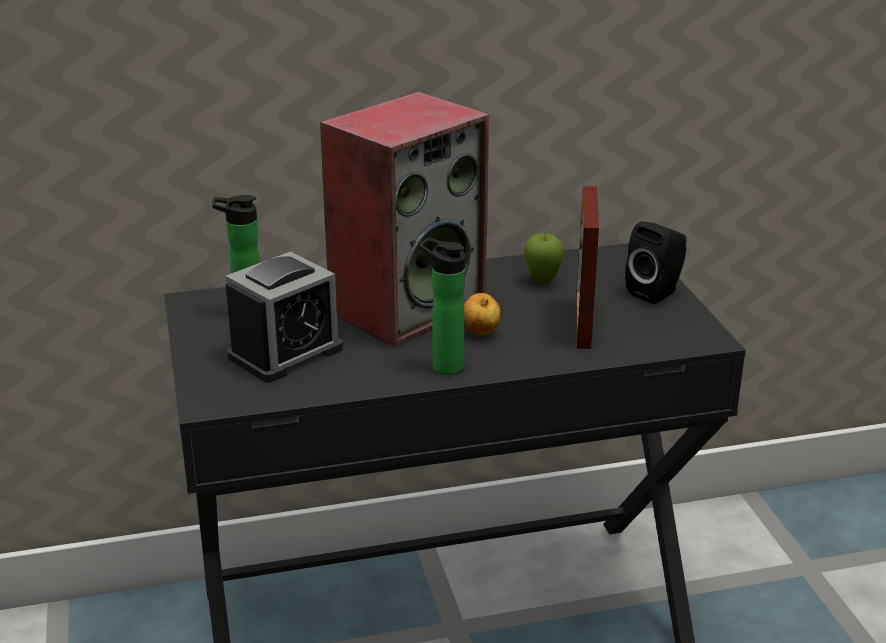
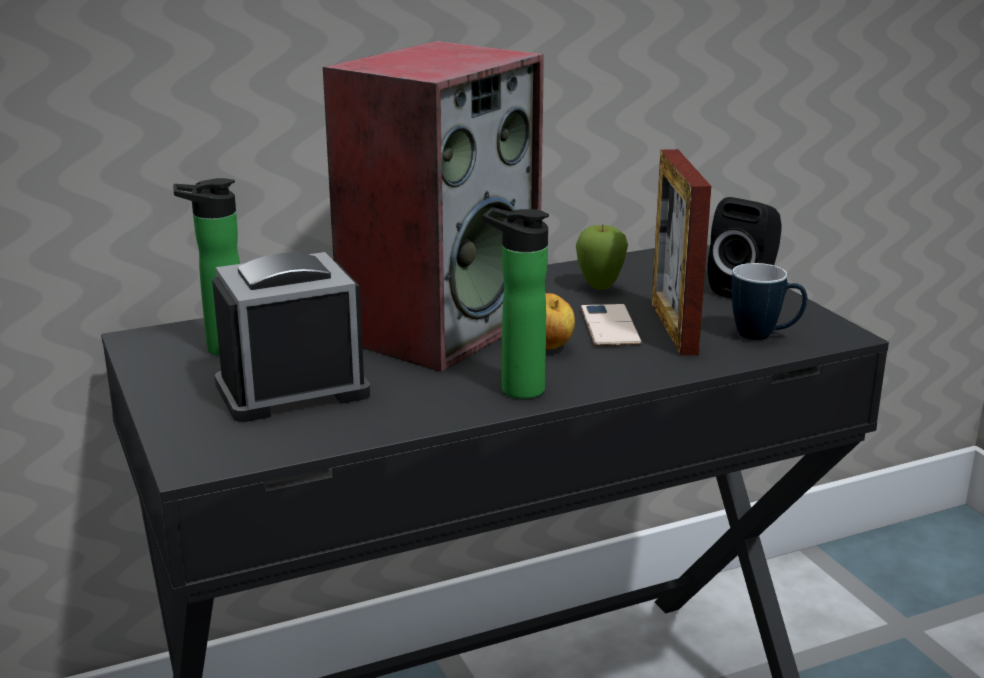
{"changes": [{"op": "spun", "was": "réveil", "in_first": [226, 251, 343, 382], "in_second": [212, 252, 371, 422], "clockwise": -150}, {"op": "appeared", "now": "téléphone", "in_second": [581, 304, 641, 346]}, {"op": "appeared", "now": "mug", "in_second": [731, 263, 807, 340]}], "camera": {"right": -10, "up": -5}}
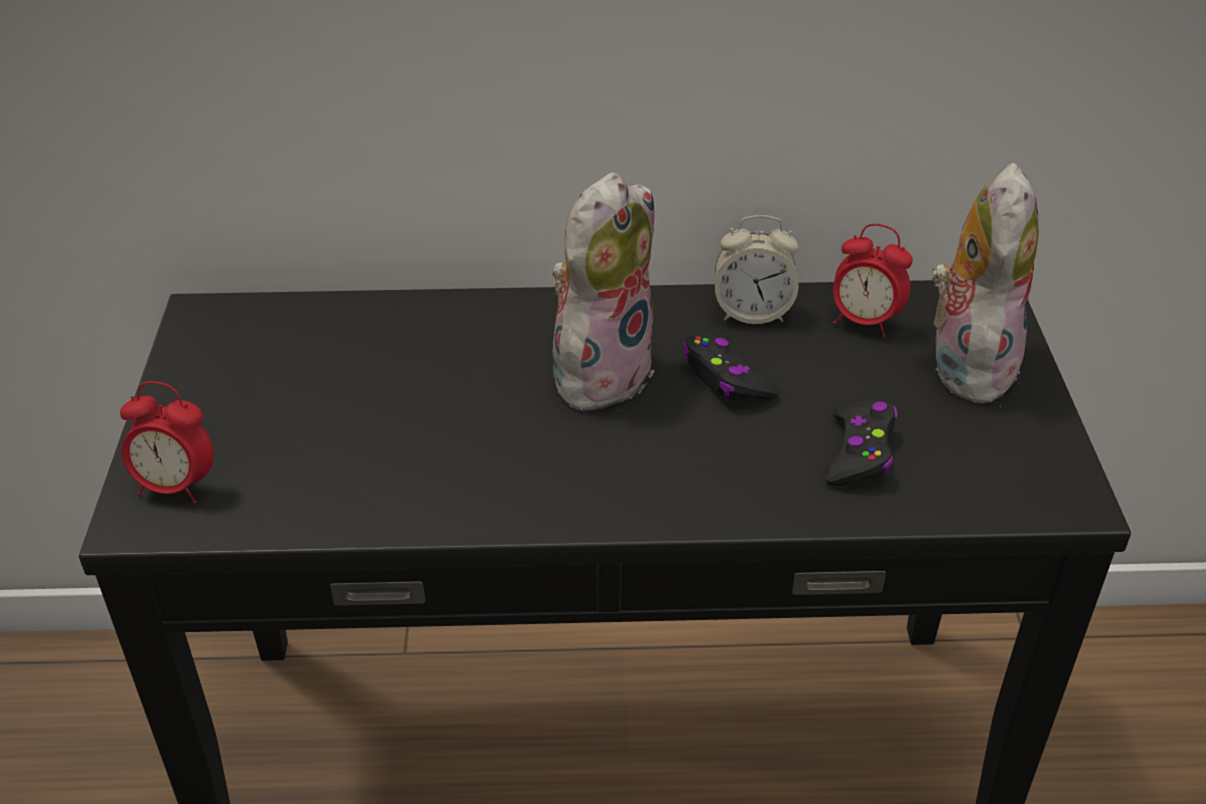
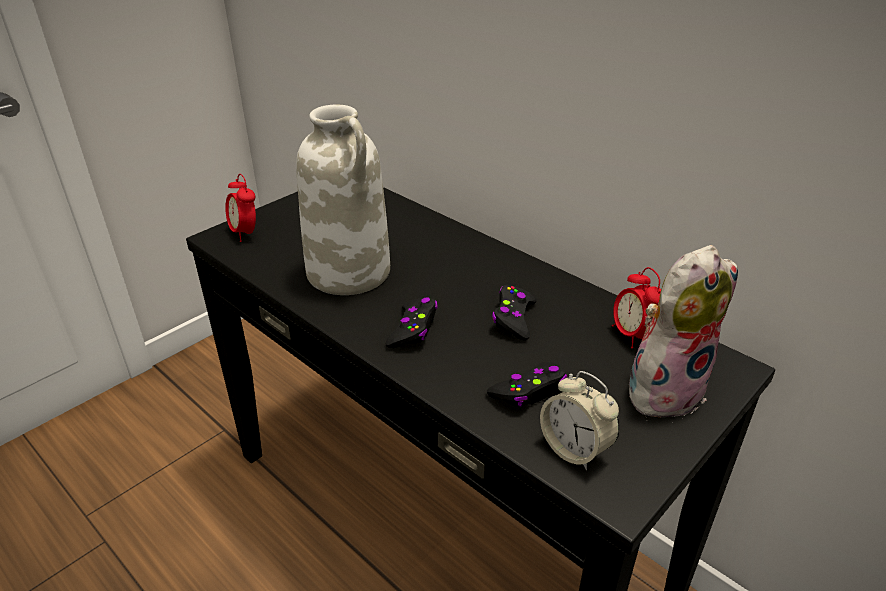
{"changes": [{"op": "missing", "was": "peluche", "in_first": [552, 172, 655, 411]}, {"op": "relocated", "was": "réveil", "in_first": [715, 215, 799, 324], "in_second": [540, 371, 620, 470]}, {"op": "appeared", "now": "vase/blanc", "in_second": [296, 105, 390, 295]}, {"op": "appeared", "now": "manette/noir", "in_second": [386, 298, 438, 348]}], "camera": {"right": 45, "up": -5}}
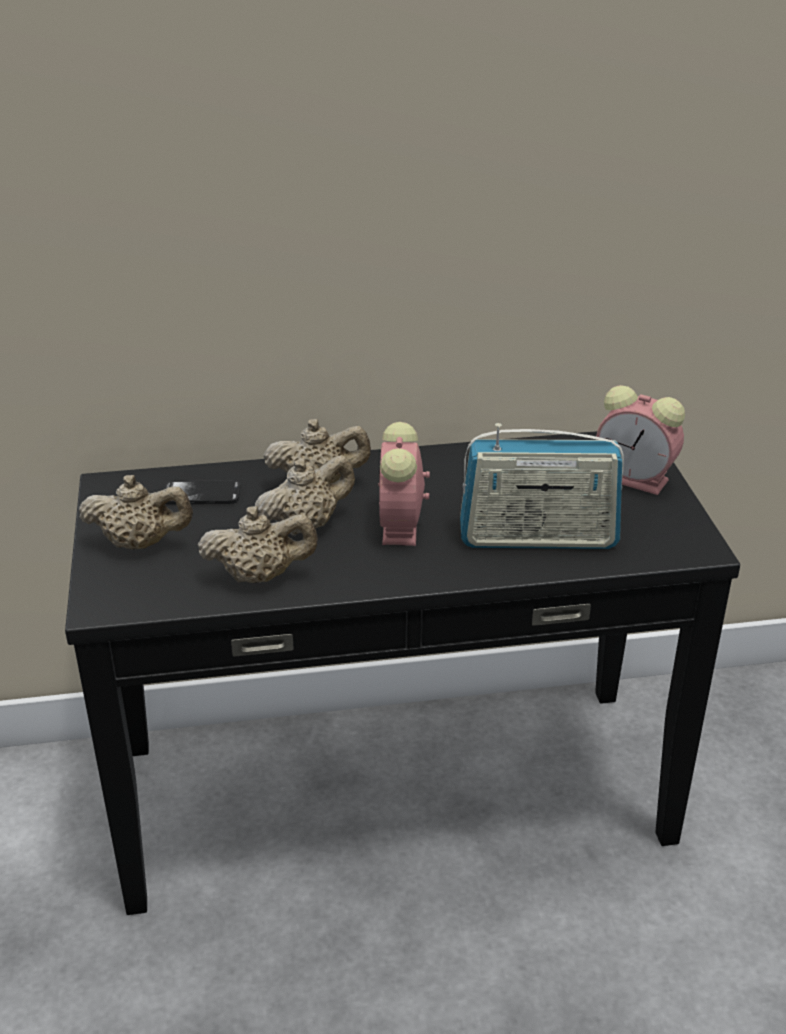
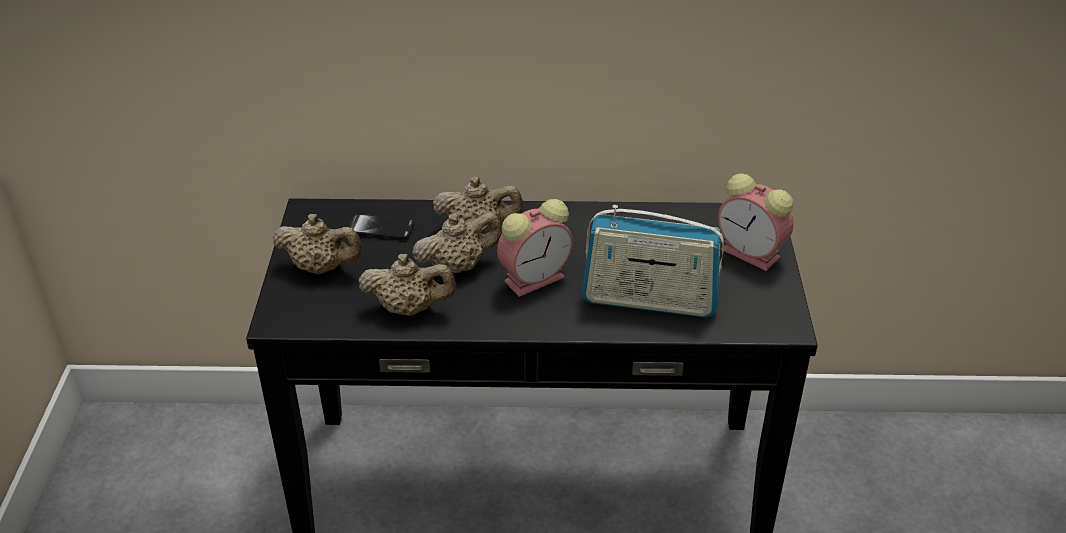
{"changes": [{"op": "spun", "was": "réveil", "in_first": [378, 422, 430, 546], "in_second": [497, 199, 573, 297], "clockwise": -135}], "camera": {"right": 10, "up": 5}}
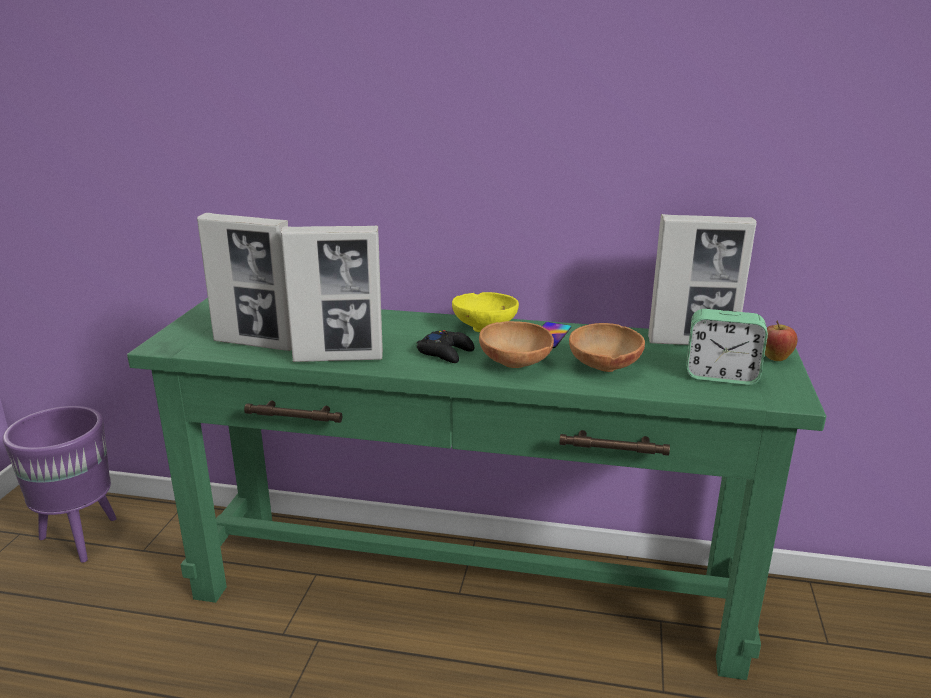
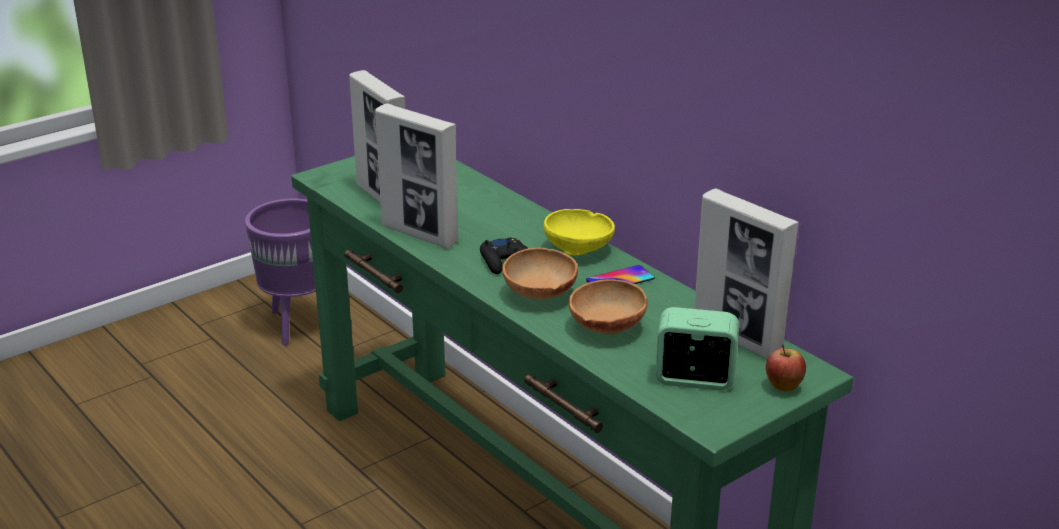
{"changes": [{"op": "spun", "was": "réveil", "in_first": [686, 309, 768, 385], "in_second": [656, 307, 739, 390], "clockwise": 135}], "camera": {"right": 40, "up": 5}}
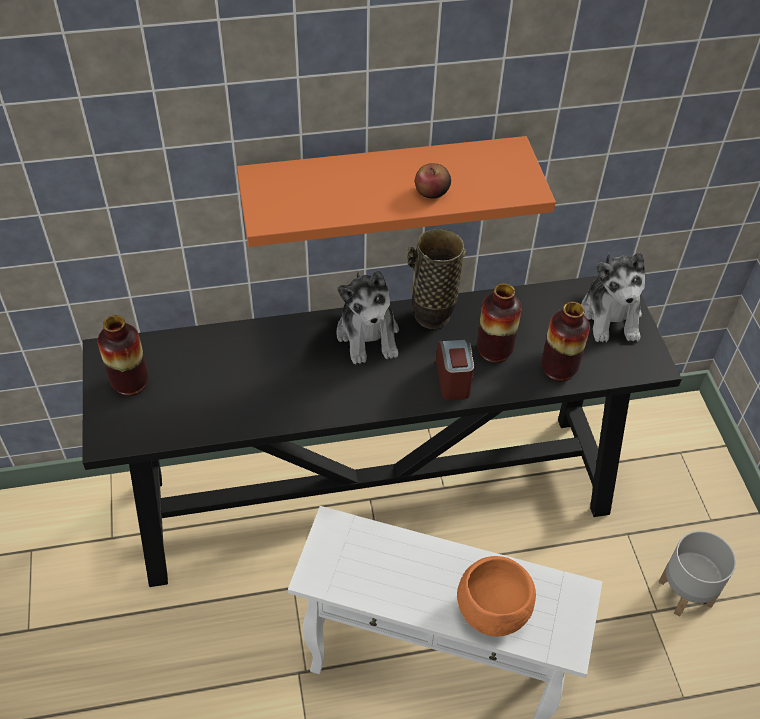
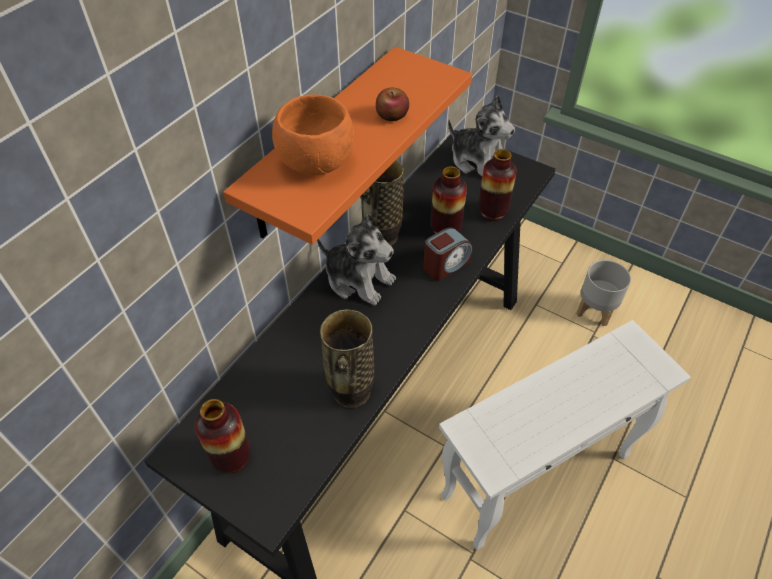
{"changes": [{"op": "spun", "was": "réveil", "in_first": [436, 340, 474, 400], "in_second": [423, 227, 472, 280], "clockwise": 105}, {"op": "relocated", "was": "bol/orange", "in_first": [457, 556, 536, 637], "in_second": [272, 94, 354, 175]}, {"op": "appeared", "now": "vase", "in_second": [320, 309, 374, 408]}], "camera": {"right": -45, "up": 0}}
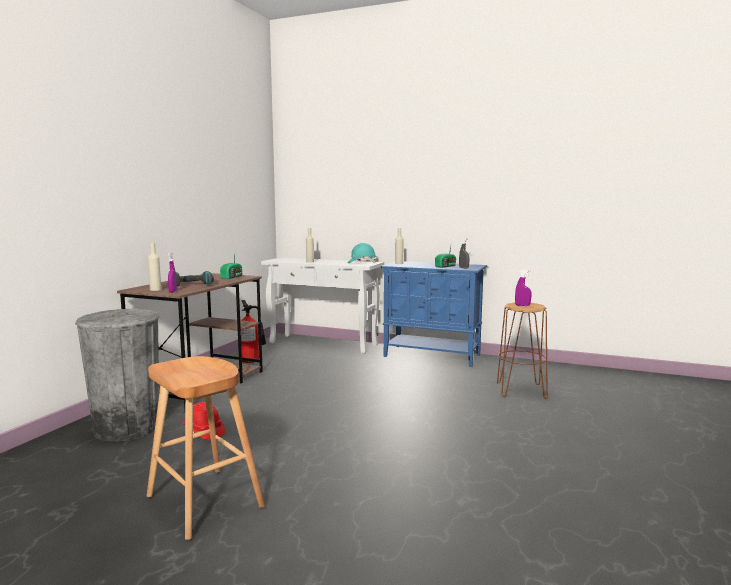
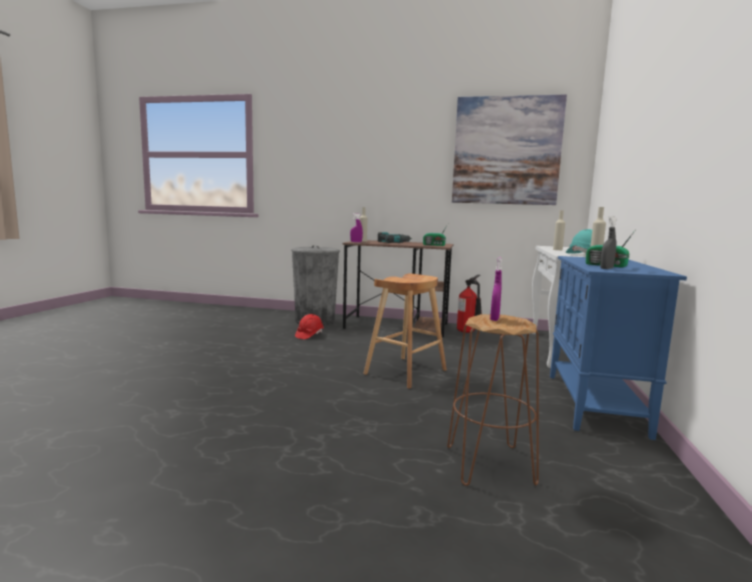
{"changes": [{"op": "relocated", "was": "tabouret/marron", "in_first": [147, 356, 265, 540], "in_second": [363, 274, 447, 389]}, {"op": "appeared", "now": "tableau", "in_second": [452, 95, 567, 205]}], "camera": {"right": 80, "up": 0}}
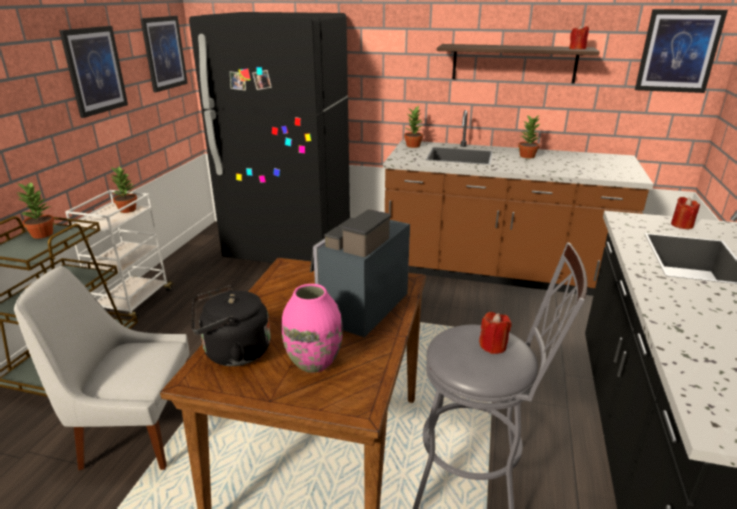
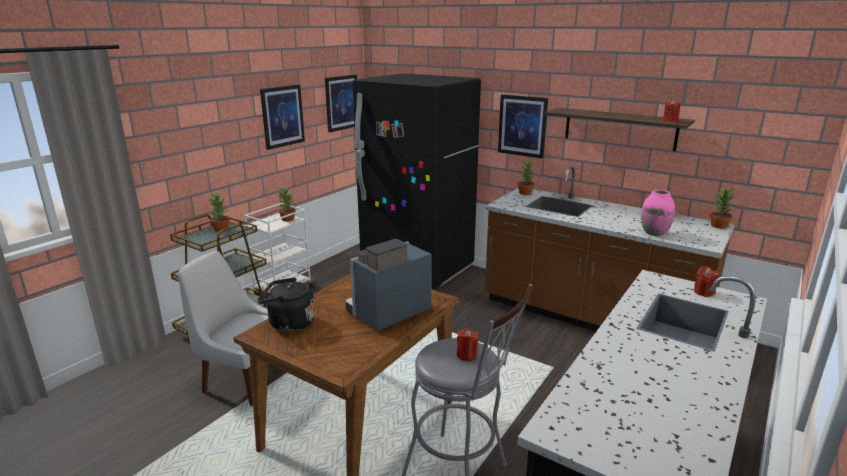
{"changes": [{"op": "relocated", "was": "vase/rose", "in_first": [281, 284, 343, 373], "in_second": [641, 190, 675, 236]}, {"op": "relocated", "was": "plante en pot", "in_first": [518, 115, 540, 158], "in_second": [710, 187, 735, 229]}, {"op": "relocated", "was": "tableau", "in_first": [635, 9, 728, 93], "in_second": [498, 94, 548, 158]}], "camera": {"right": 20, "up": -5}}
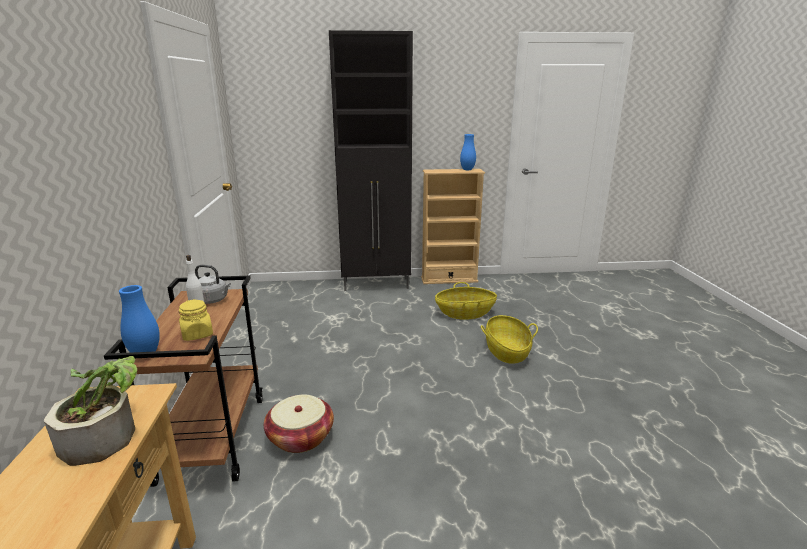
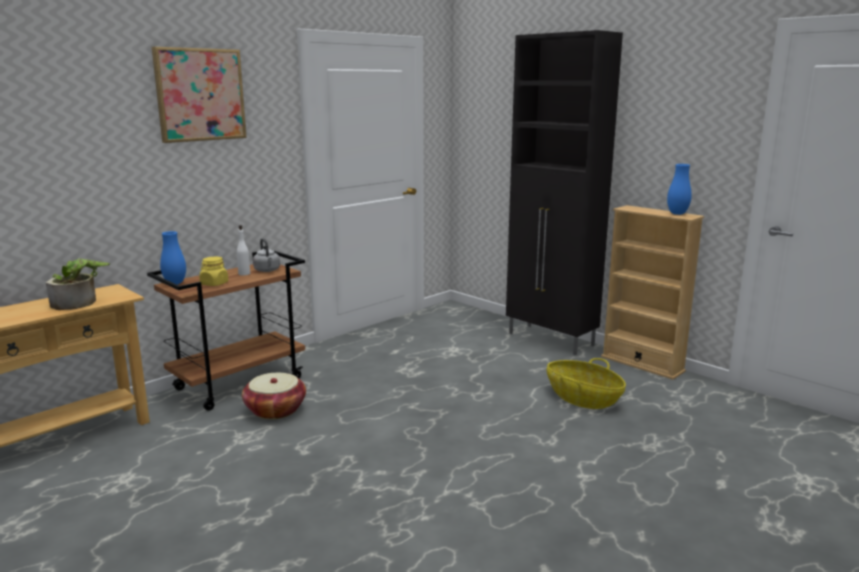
{"changes": [{"op": "missing", "was": "panier", "in_first": [481, 315, 538, 364]}, {"op": "appeared", "now": "tableau", "in_second": [152, 47, 247, 143]}], "camera": {"right": 50, "up": -5}}
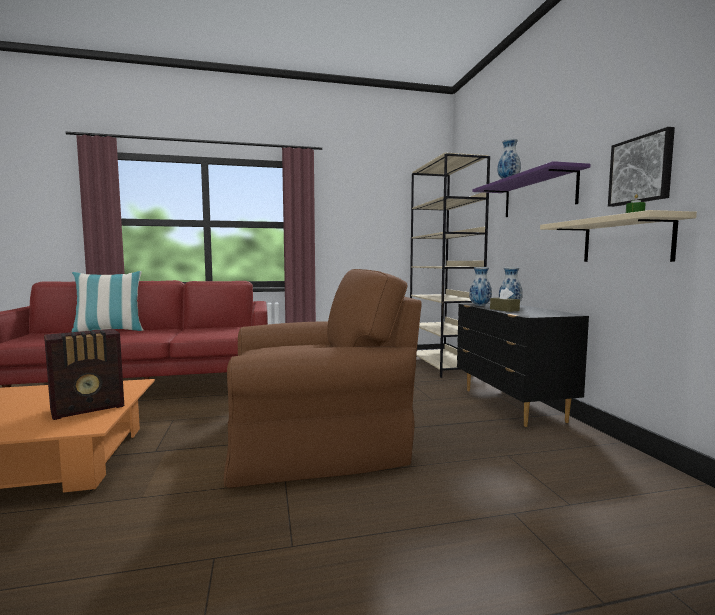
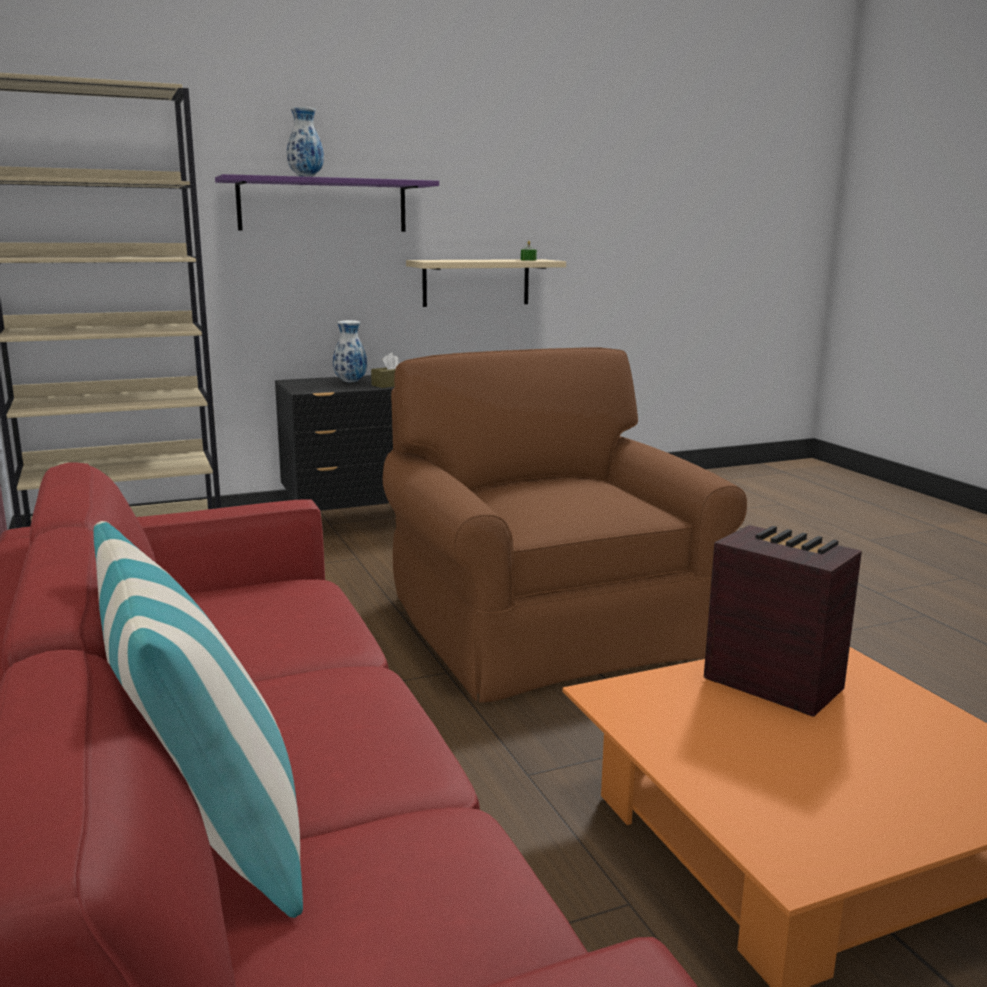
{"changes": [{"op": "missing", "was": "vase", "in_first": [469, 267, 492, 306]}, {"op": "missing", "was": "tableau", "in_first": [608, 127, 675, 207]}], "camera": {"right": -100, "up": 10}}
